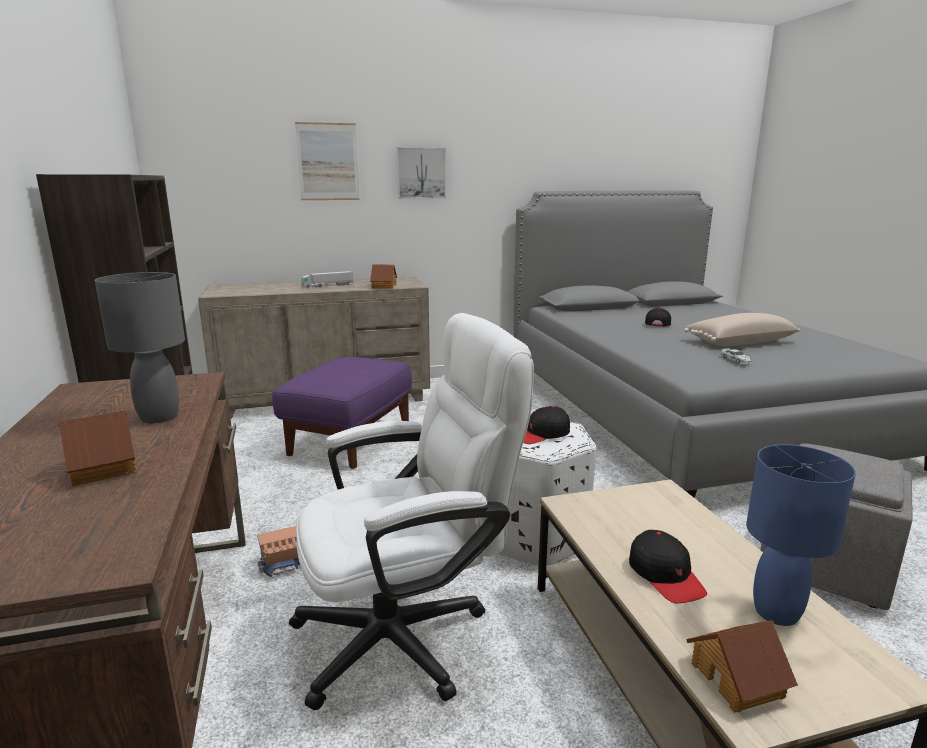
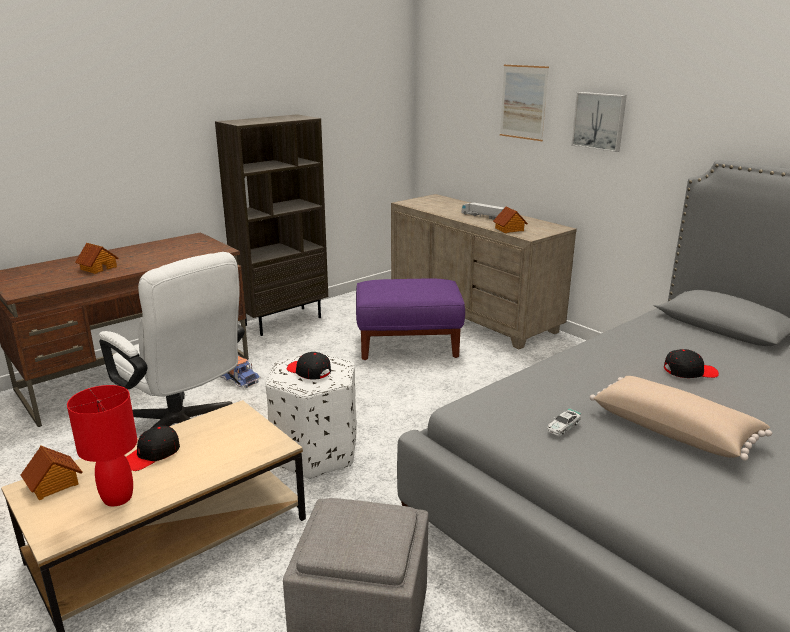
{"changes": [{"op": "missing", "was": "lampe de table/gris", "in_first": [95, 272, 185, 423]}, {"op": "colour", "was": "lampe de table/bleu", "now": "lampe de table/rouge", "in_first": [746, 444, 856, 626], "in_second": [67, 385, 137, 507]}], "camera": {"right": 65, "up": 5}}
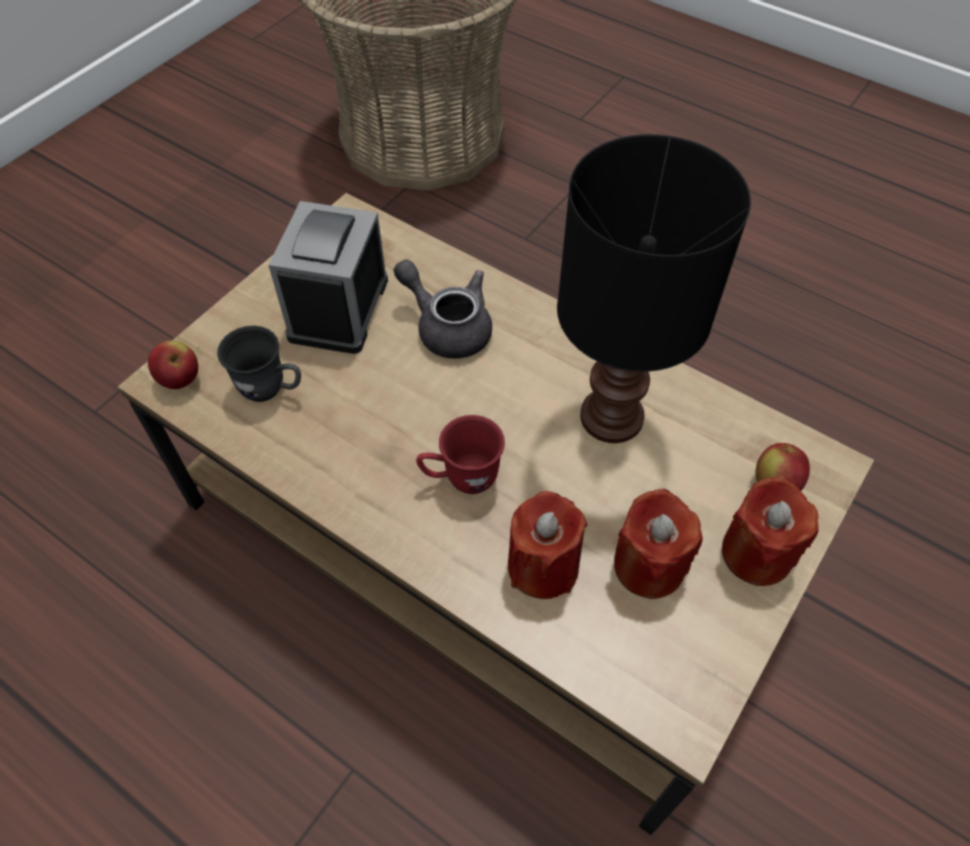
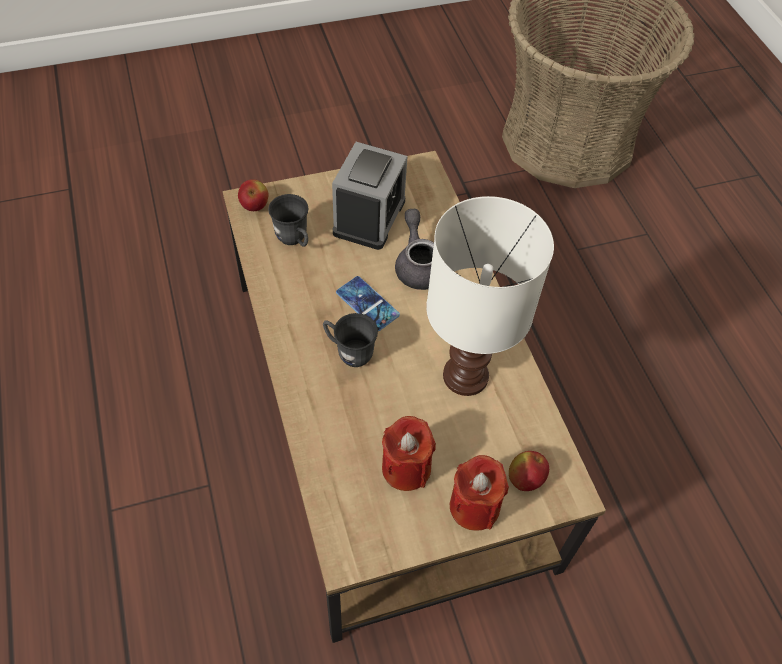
{"changes": [{"op": "spun", "was": "réveil", "in_first": [268, 201, 388, 354], "in_second": [332, 142, 407, 250], "clockwise": 150}, {"op": "colour", "was": "mug/rouge", "now": "mug/gris", "in_first": [416, 415, 505, 494], "in_second": [323, 313, 378, 367]}, {"op": "missing", "was": "bougie/rouge", "in_first": [508, 491, 588, 599]}, {"op": "colour", "was": "lampe de table/noir", "now": "lampe de table/blanc", "in_first": [557, 134, 751, 443], "in_second": [426, 196, 554, 396]}, {"op": "appeared", "now": "téléphone", "in_second": [336, 276, 400, 331]}], "camera": {"right": 35, "up": 0}}
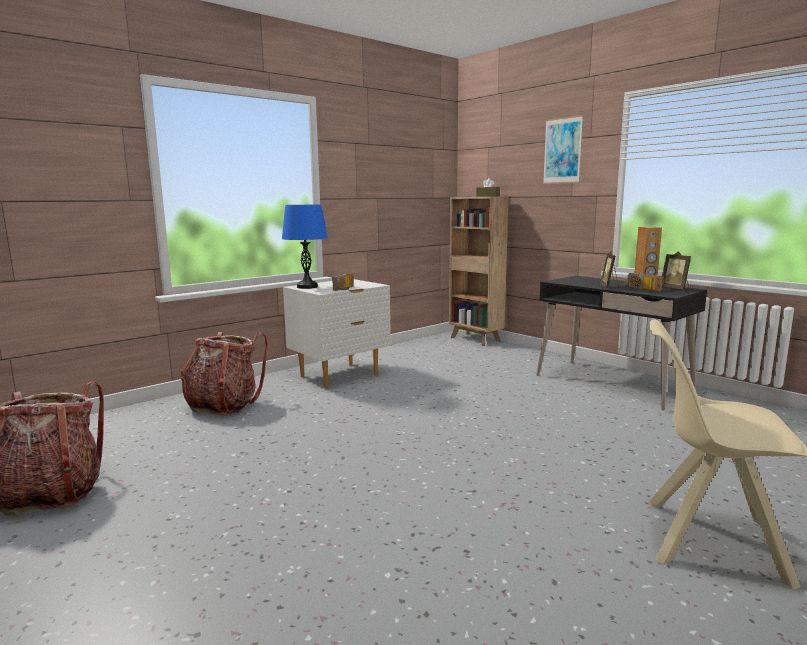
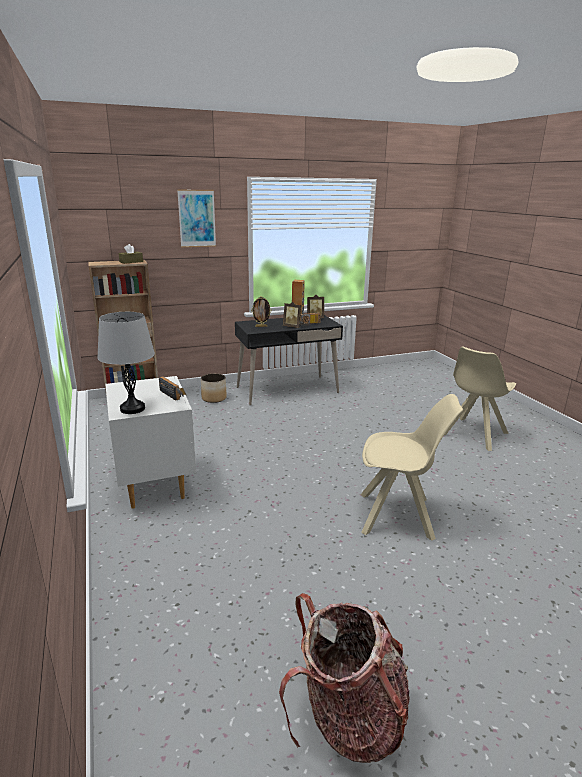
{"changes": [{"op": "missing", "was": "sac à dos", "in_first": [181, 332, 268, 416]}, {"op": "colour", "was": "lampe de table/bleu", "now": "lampe de table/gris", "in_first": [282, 204, 328, 289], "in_second": [97, 312, 155, 414]}, {"op": "appeared", "now": "cache-pot", "in_second": [201, 373, 227, 403]}, {"op": "appeared", "now": "cadre photo", "in_second": [251, 296, 272, 327]}, {"op": "appeared", "now": "chaise/beige", "in_second": [360, 394, 463, 541]}], "camera": {"right": -70, "up": 10}}
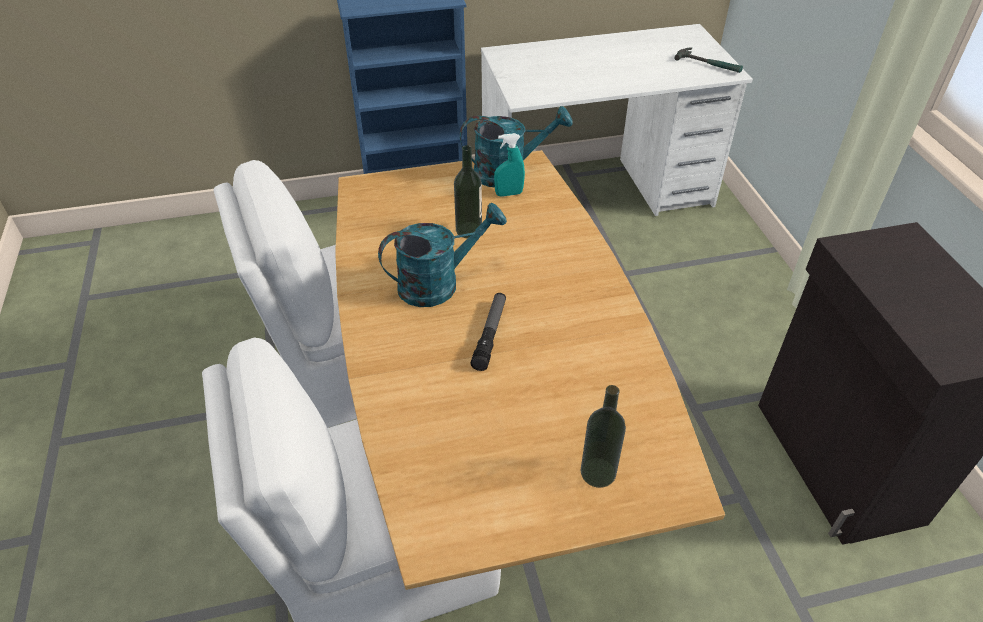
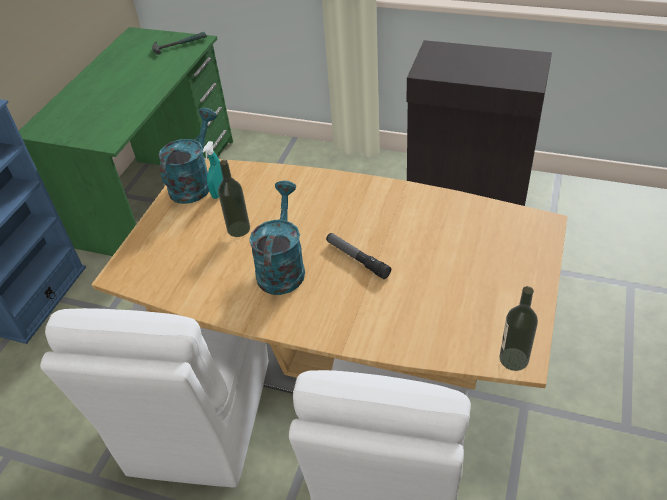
{"changes": [{"op": "colour", "was": "bureau/blanc", "now": "bureau/vert", "in_first": [481, 24, 753, 216], "in_second": [19, 27, 233, 256]}, {"op": "relocated", "was": "bouteille", "in_first": [580, 385, 626, 488], "in_second": [499, 286, 538, 371]}], "camera": {"right": -55, "up": 0}}
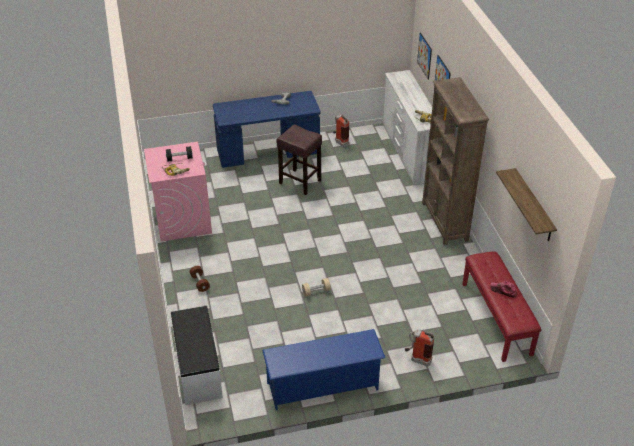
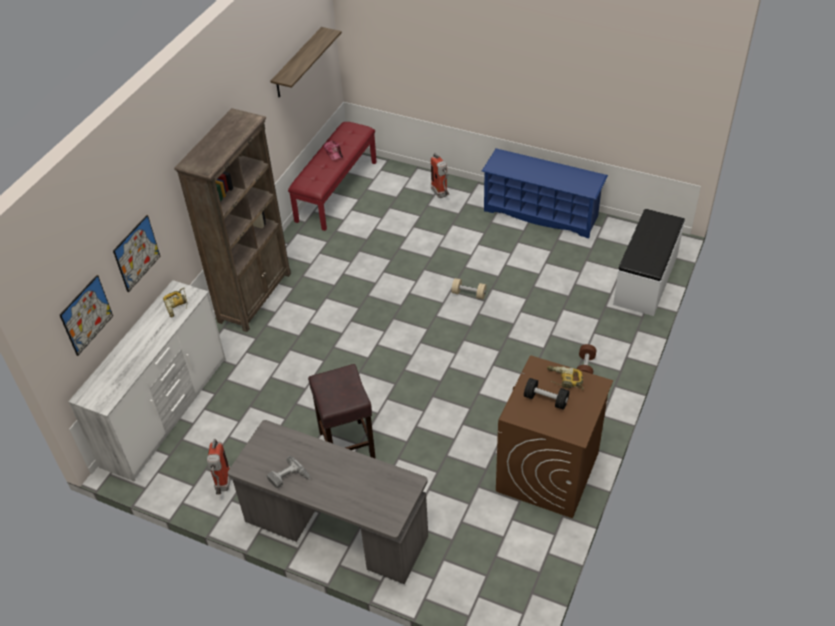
{"changes": [{"op": "colour", "was": "lave-linge/rose", "now": "lave-linge/marron", "in_first": [144, 142, 212, 242], "in_second": [496, 355, 613, 519]}, {"op": "colour", "was": "bureau/bleu", "now": "bureau/gris", "in_first": [213, 91, 321, 168], "in_second": [228, 420, 428, 584]}], "camera": {"right": -140, "up": 5}}
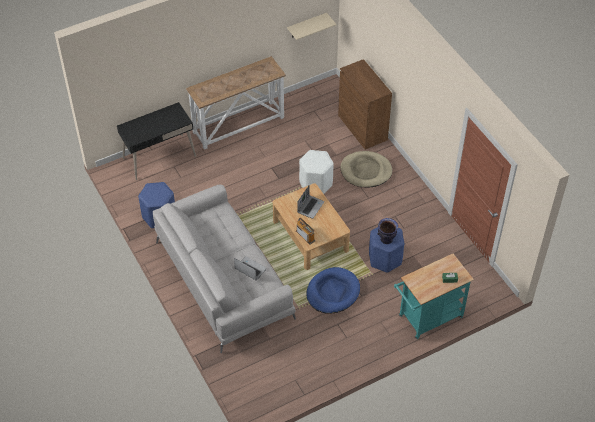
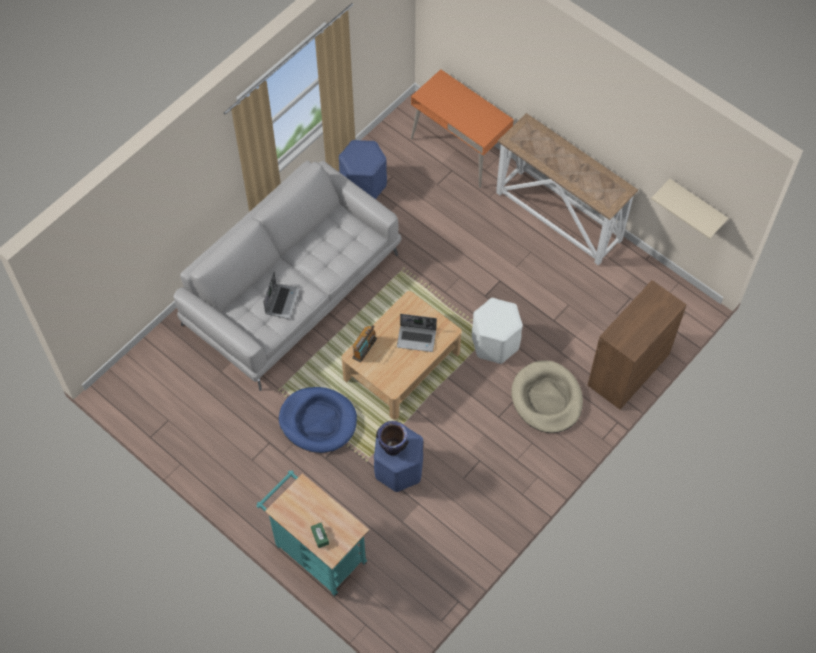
{"changes": [{"op": "colour", "was": "bureau/noir", "now": "bureau/orange", "in_first": [117, 102, 196, 180], "in_second": [411, 69, 514, 188]}], "camera": {"right": 70, "up": 10}}
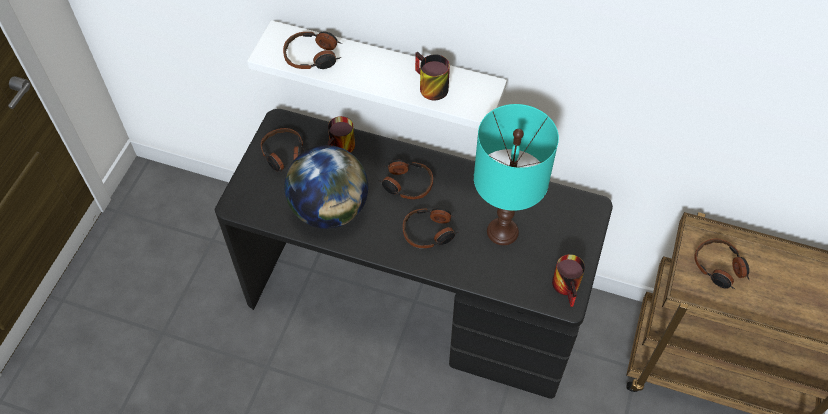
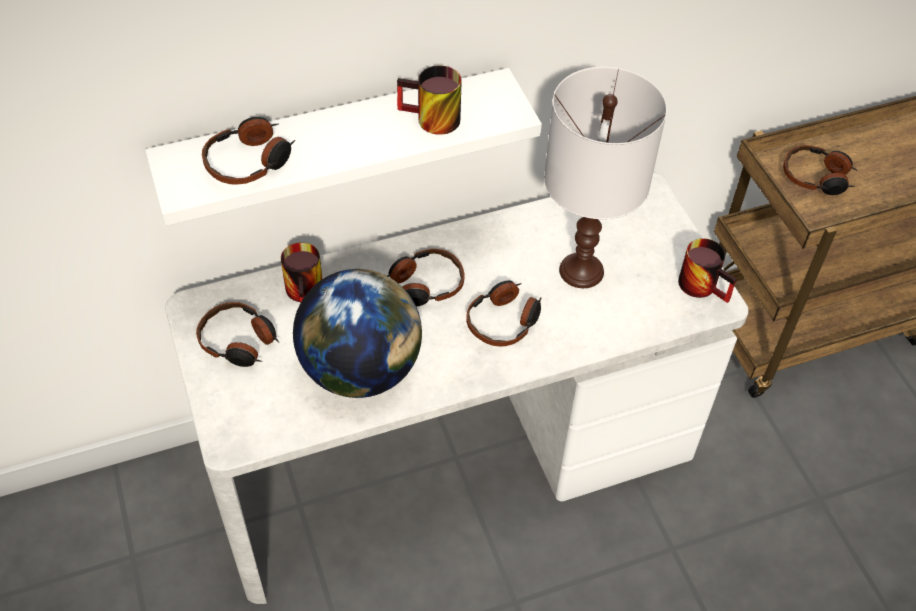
{"changes": [{"op": "colour", "was": "bureau/noir", "now": "bureau/blanc", "in_first": [215, 109, 613, 399], "in_second": [165, 172, 749, 604]}, {"op": "colour", "was": "lampe de table/turquoise", "now": "lampe de table/blanc", "in_first": [474, 104, 559, 245], "in_second": [544, 66, 667, 288]}], "camera": {"right": -40, "up": -5}}
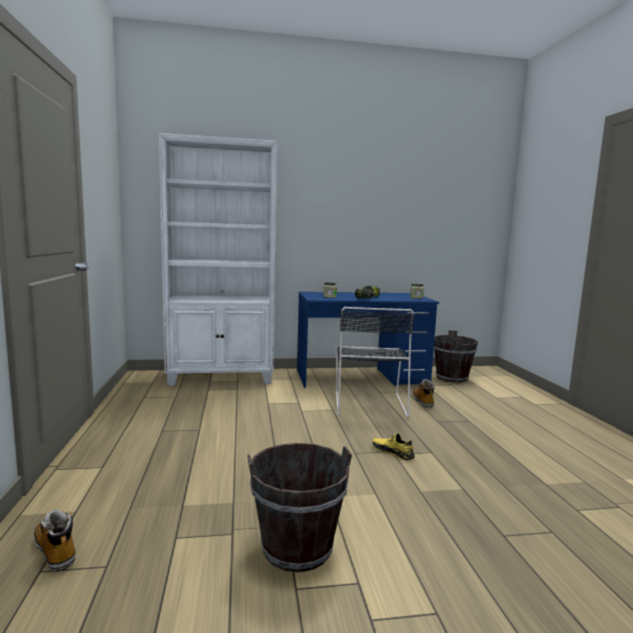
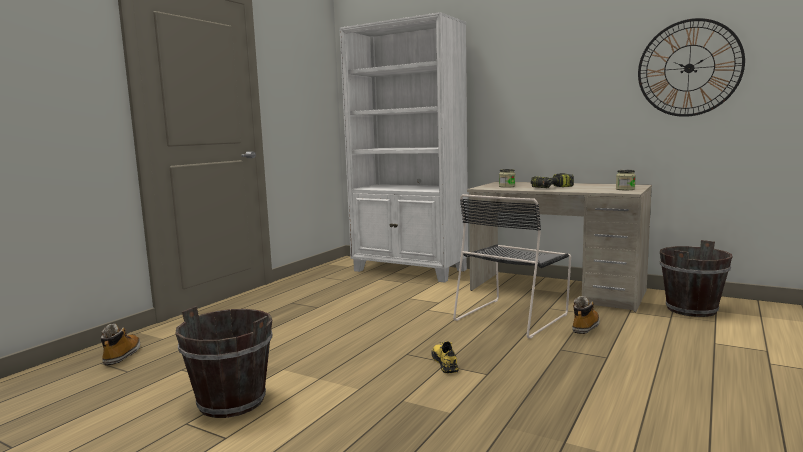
{"changes": [{"op": "colour", "was": "bureau/bleu", "now": "bureau/beige", "in_first": [297, 292, 439, 388], "in_second": [467, 182, 652, 312]}, {"op": "appeared", "now": "horloge murale", "in_second": [638, 18, 745, 117]}], "camera": {"right": 40, "up": 0}}
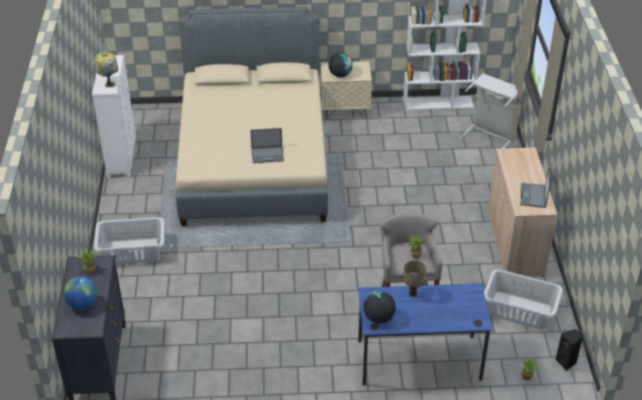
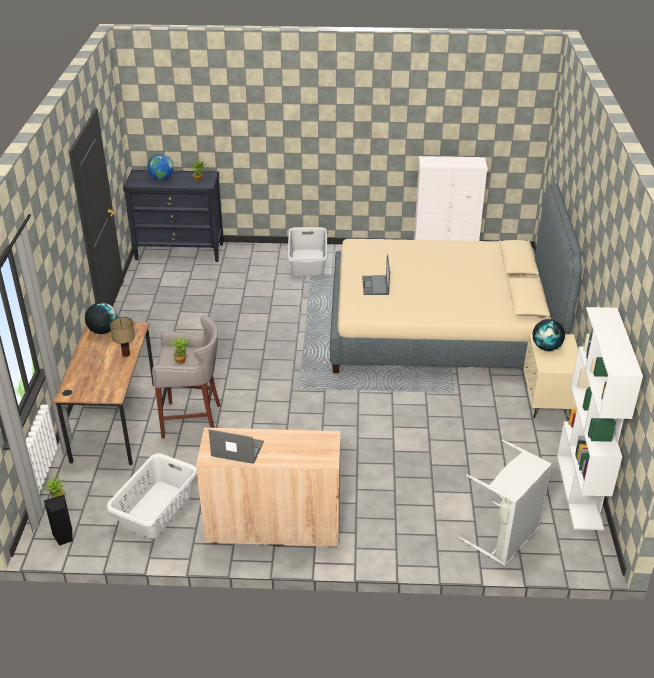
{"changes": [{"op": "missing", "was": "lampe de table", "in_first": [94, 52, 118, 88]}, {"op": "colour", "was": "bureau/bleu", "now": "bureau/marron", "in_first": [358, 284, 492, 385], "in_second": [53, 322, 154, 465]}], "camera": {"right": 95, "up": -5}}
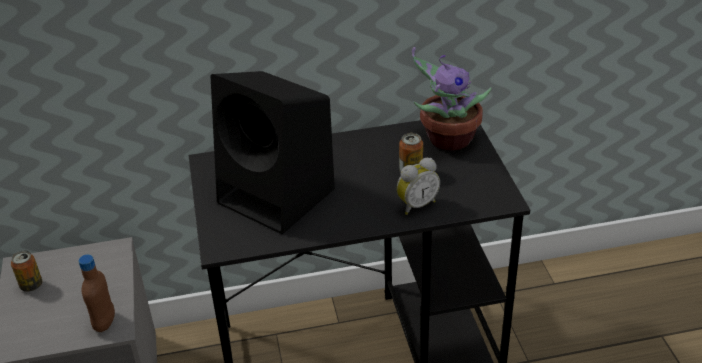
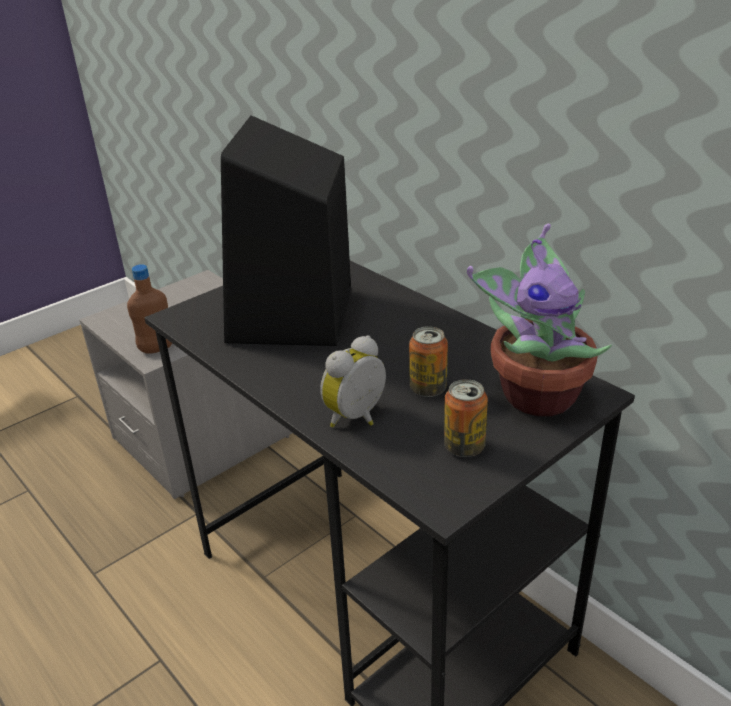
{"changes": [{"op": "relocated", "was": "boîte métallique", "in_first": [11, 250, 42, 292], "in_second": [444, 379, 488, 457]}, {"op": "spun", "was": "réveil", "in_first": [397, 158, 440, 215], "in_second": [320, 335, 386, 427], "clockwise": 105}], "camera": {"right": 60, "up": -5}}
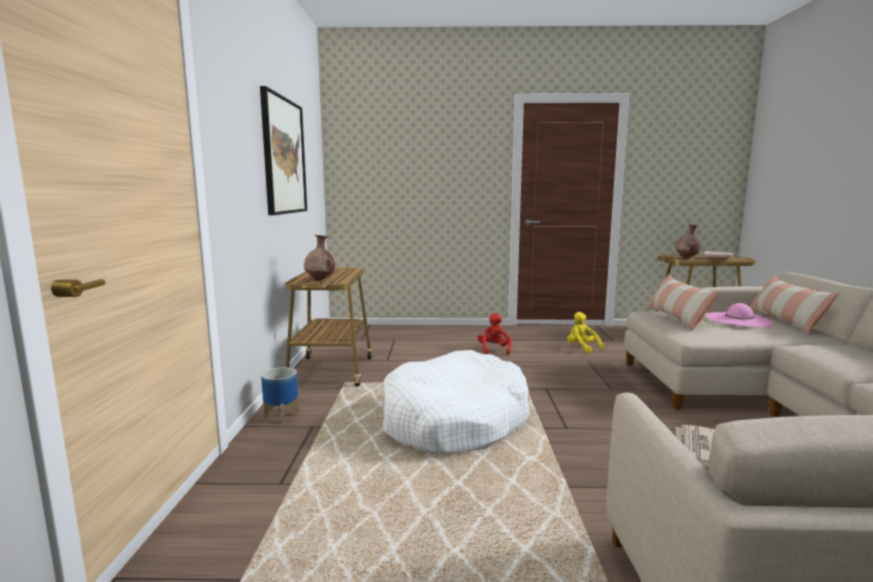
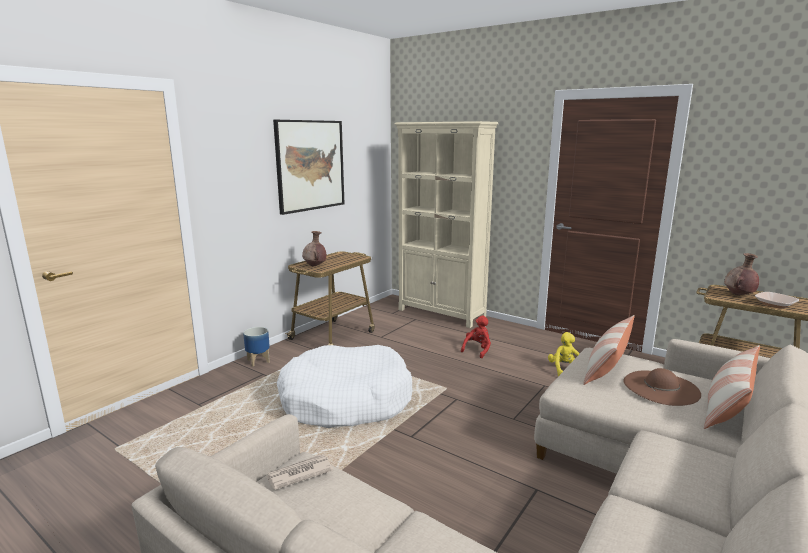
{"changes": [{"op": "colour", "was": "chapeau/rose", "now": "chapeau/marron", "in_first": [706, 303, 774, 327], "in_second": [623, 368, 701, 406]}, {"op": "appeared", "now": "bibliothèque/beige", "in_second": [395, 121, 498, 328]}], "camera": {"right": 35, "up": 5}}
